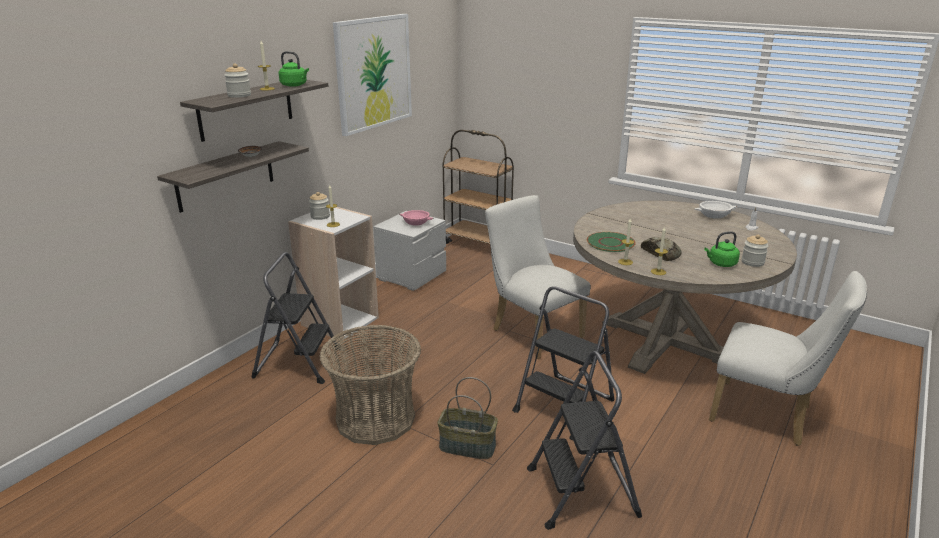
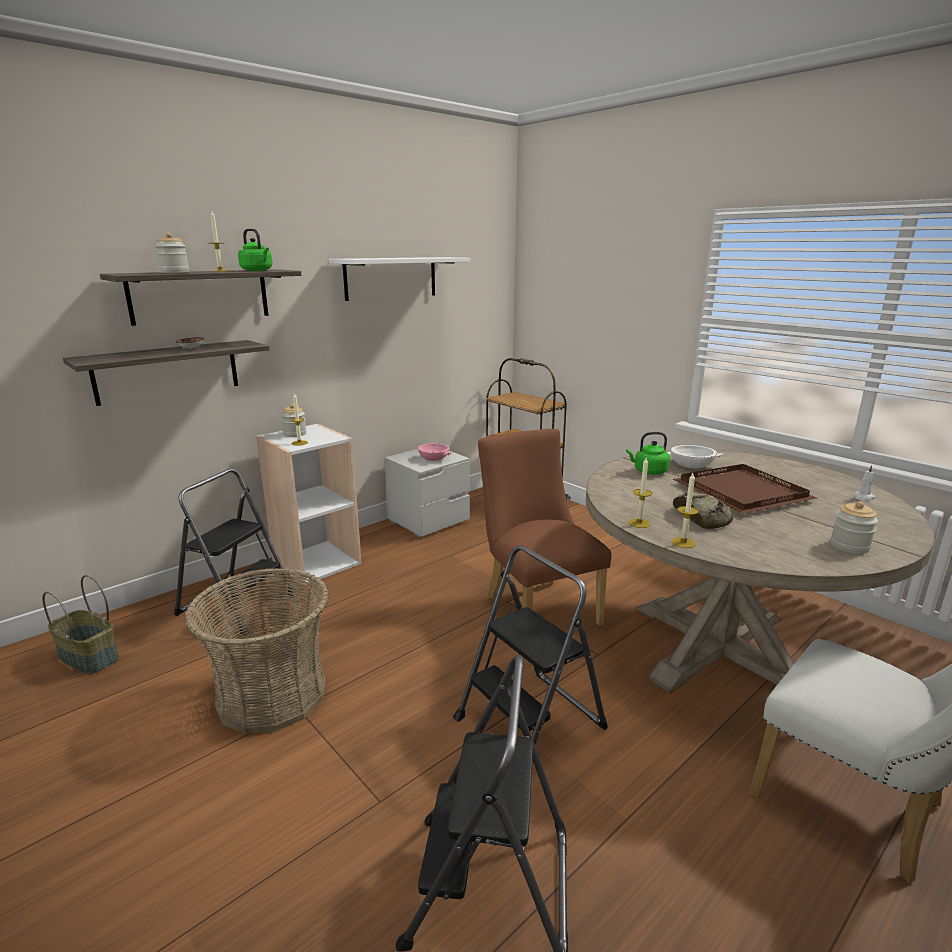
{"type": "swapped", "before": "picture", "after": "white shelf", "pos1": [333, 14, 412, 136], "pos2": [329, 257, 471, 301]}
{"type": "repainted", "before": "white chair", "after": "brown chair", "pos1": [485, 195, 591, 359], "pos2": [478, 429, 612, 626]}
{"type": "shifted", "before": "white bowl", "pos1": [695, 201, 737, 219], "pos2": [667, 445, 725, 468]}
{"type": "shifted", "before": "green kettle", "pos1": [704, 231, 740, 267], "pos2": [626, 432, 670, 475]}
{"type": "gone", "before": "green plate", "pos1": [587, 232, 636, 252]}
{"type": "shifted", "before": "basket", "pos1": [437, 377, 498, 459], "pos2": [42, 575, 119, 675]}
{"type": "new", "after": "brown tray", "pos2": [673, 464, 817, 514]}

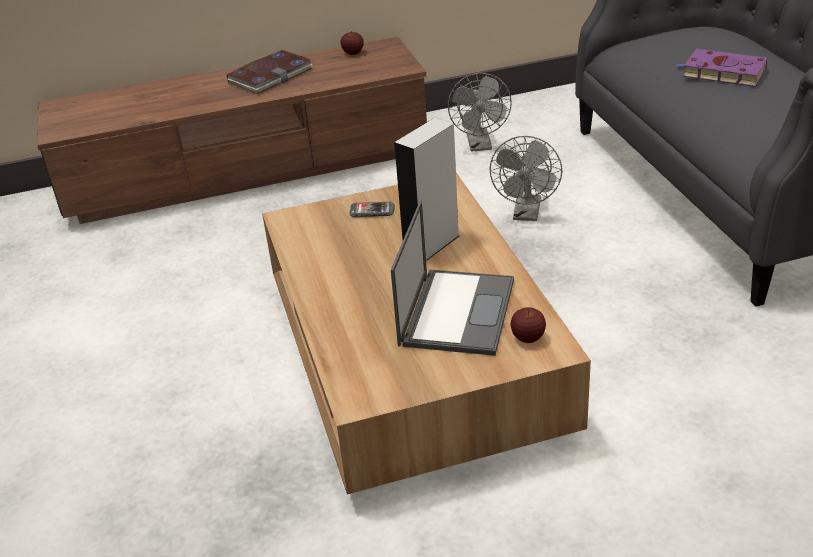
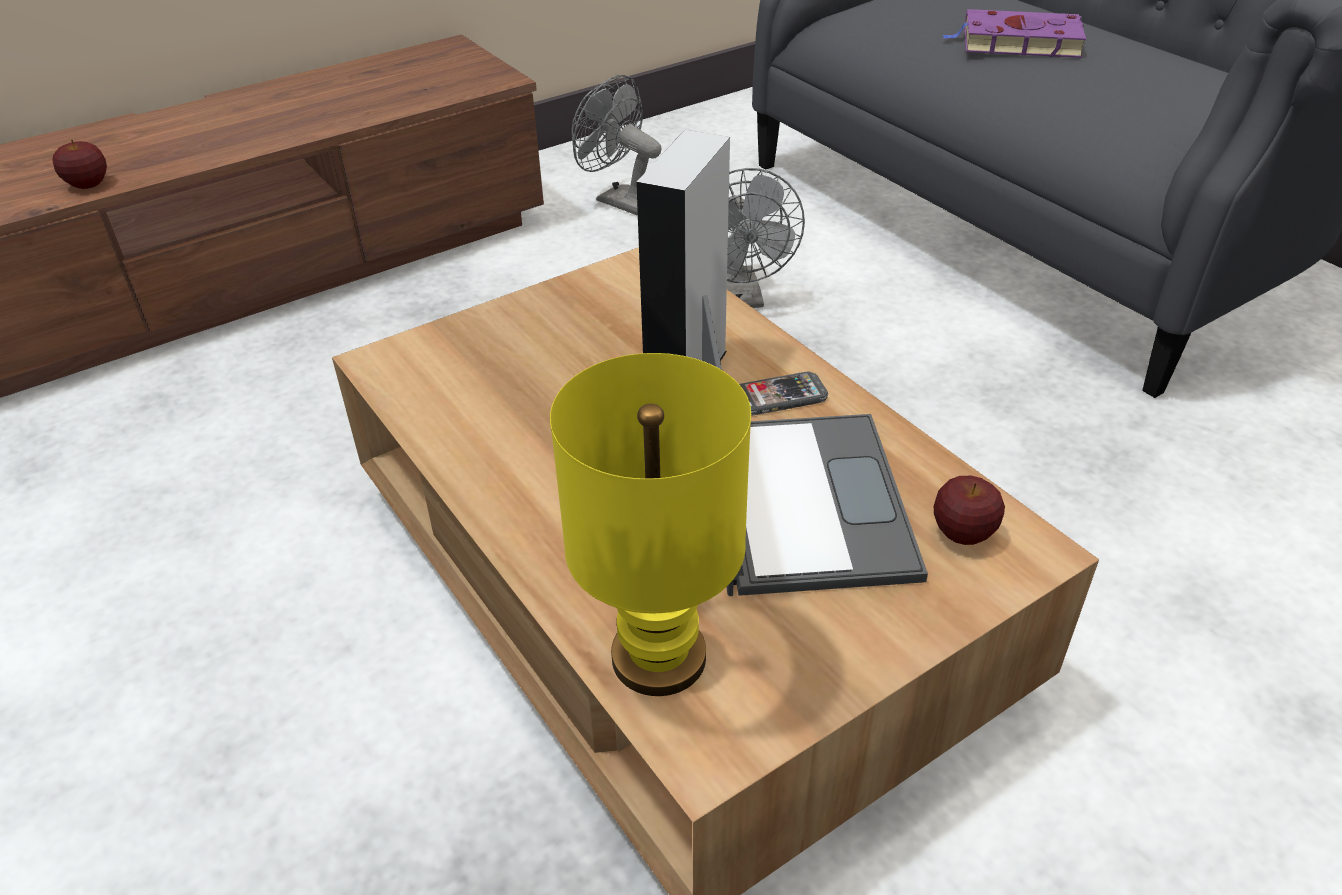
{"type": "shifted", "before": "apple", "pos1": [341, 31, 364, 55], "pos2": [52, 140, 107, 189]}
{"type": "gone", "before": "book", "pos1": [227, 50, 312, 94]}
{"type": "rotated", "before": "grey fan", "pos1": [448, 73, 512, 152], "pos2": [571, 75, 661, 216], "turn": 150}
{"type": "shifted", "before": "phone", "pos1": [350, 202, 395, 217], "pos2": [739, 371, 828, 416]}
{"type": "new", "after": "yellow table lamp", "pos2": [550, 353, 751, 696]}

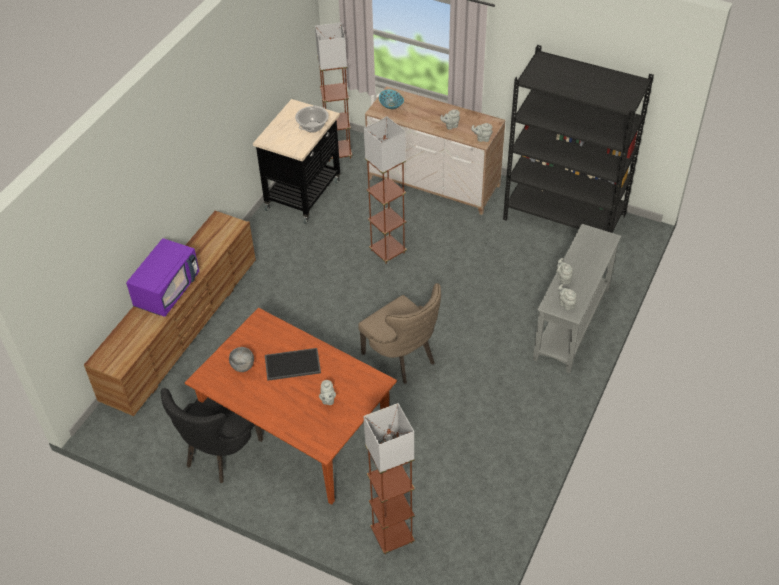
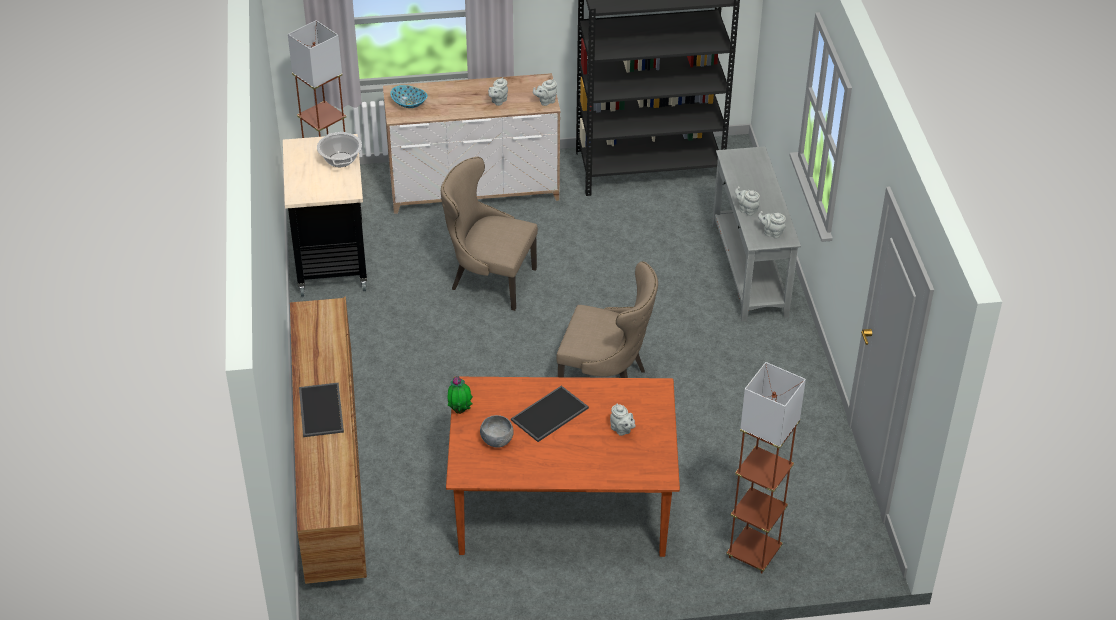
{"type": "swapped", "before": "brown floor lamp", "after": "beige chair", "pos1": [364, 117, 407, 264], "pos2": [441, 157, 538, 311]}
{"type": "swapped", "before": "purple microwave", "after": "tray", "pos1": [126, 238, 200, 317], "pos2": [299, 383, 344, 437]}
{"type": "gone", "before": "black chair", "pos1": [161, 388, 263, 483]}
{"type": "new", "after": "potted plant", "pos2": [448, 376, 473, 414]}

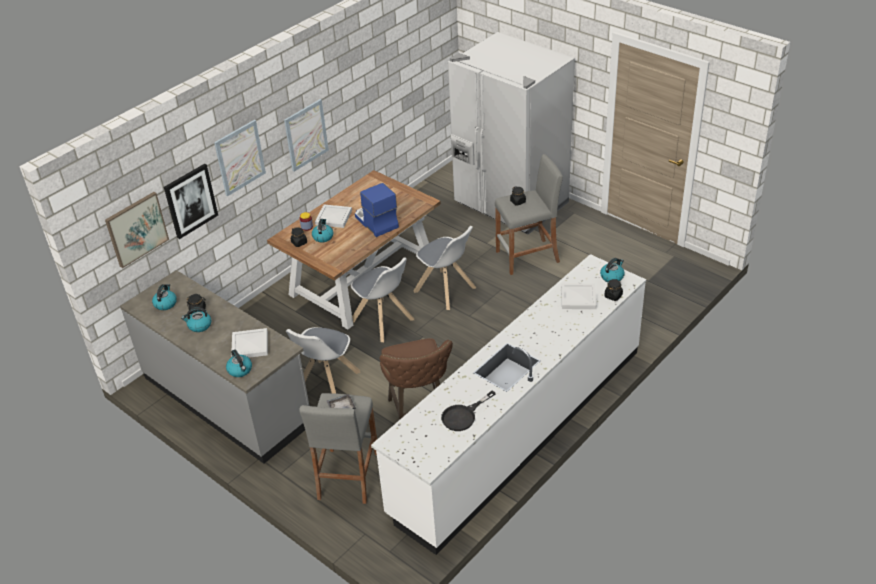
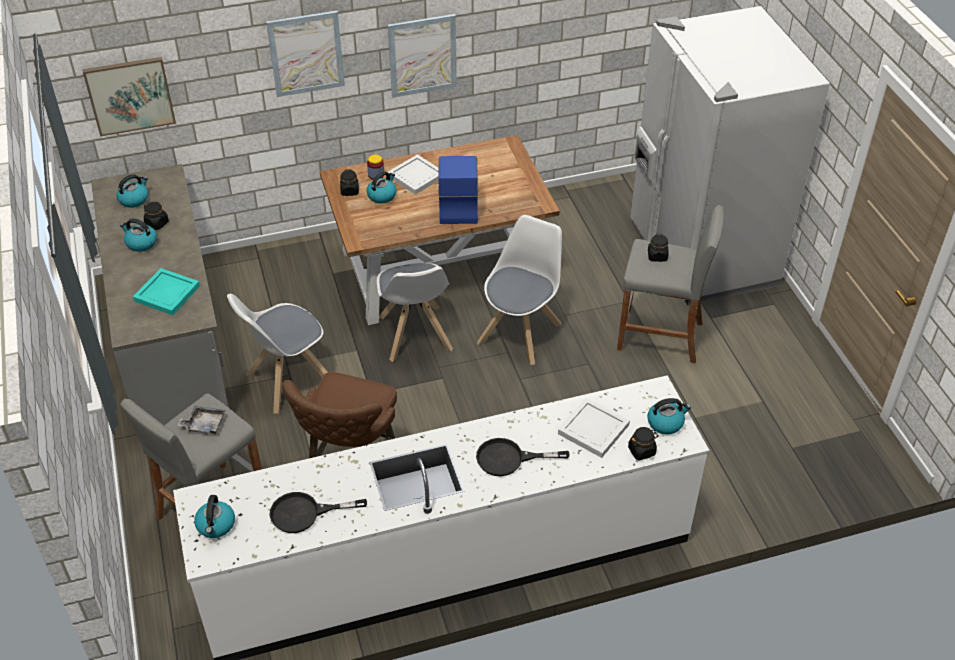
{"type": "gone", "before": "picture", "pos1": [164, 164, 218, 239]}
{"type": "rotated", "before": "chair", "pos1": [413, 226, 476, 310], "pos2": [477, 215, 562, 365], "turn": -135}
{"type": "repainted", "before": "white tray", "after": "turquoise tray", "pos1": [231, 328, 268, 358], "pos2": [133, 268, 200, 315]}
{"type": "shifted", "before": "kettle", "pos1": [226, 350, 252, 377], "pos2": [194, 495, 235, 538]}
{"type": "new", "after": "black frying pan", "pos2": [476, 438, 569, 476]}

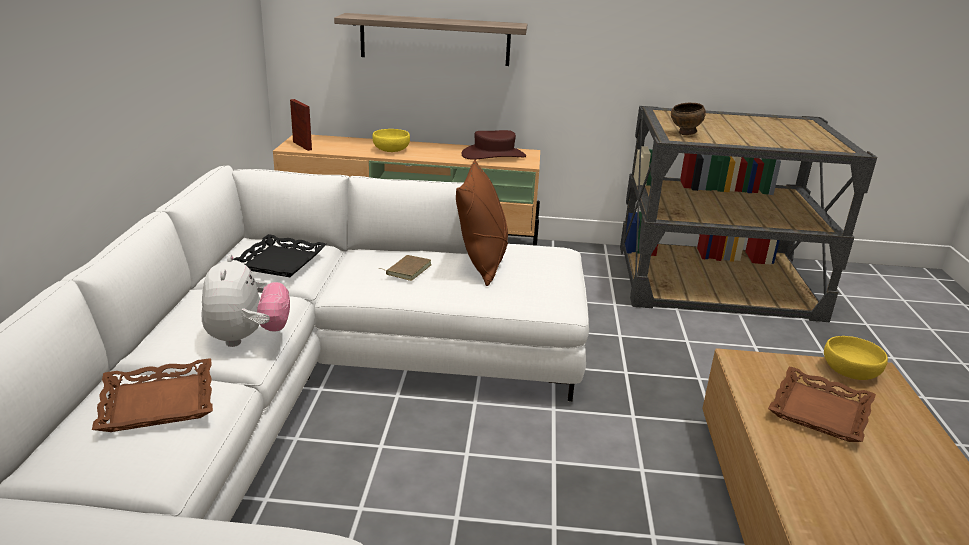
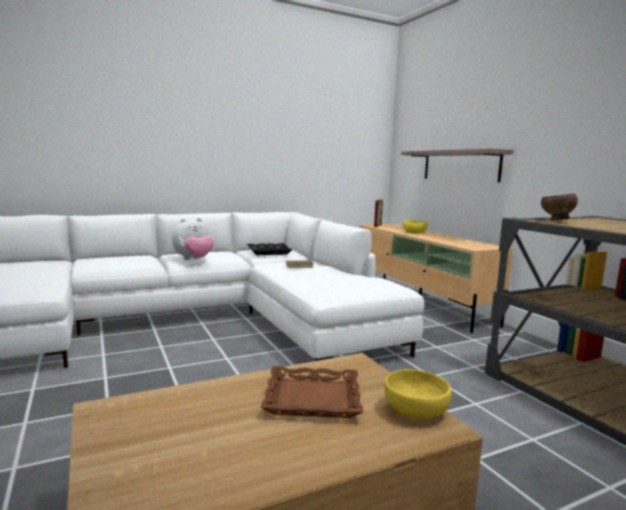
{"type": "gone", "before": "brown hat", "pos1": [461, 130, 526, 160]}
{"type": "gone", "before": "brown pillow", "pos1": [456, 160, 508, 286]}
{"type": "gone", "before": "brown tray", "pos1": [92, 359, 213, 432]}

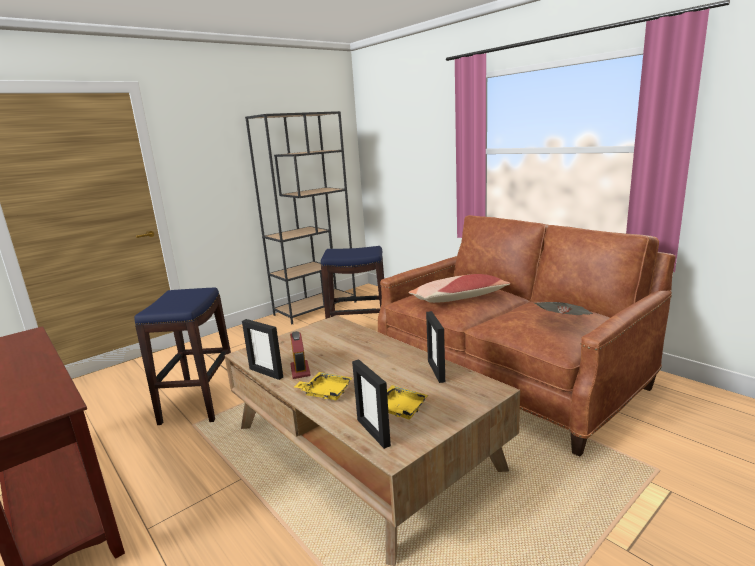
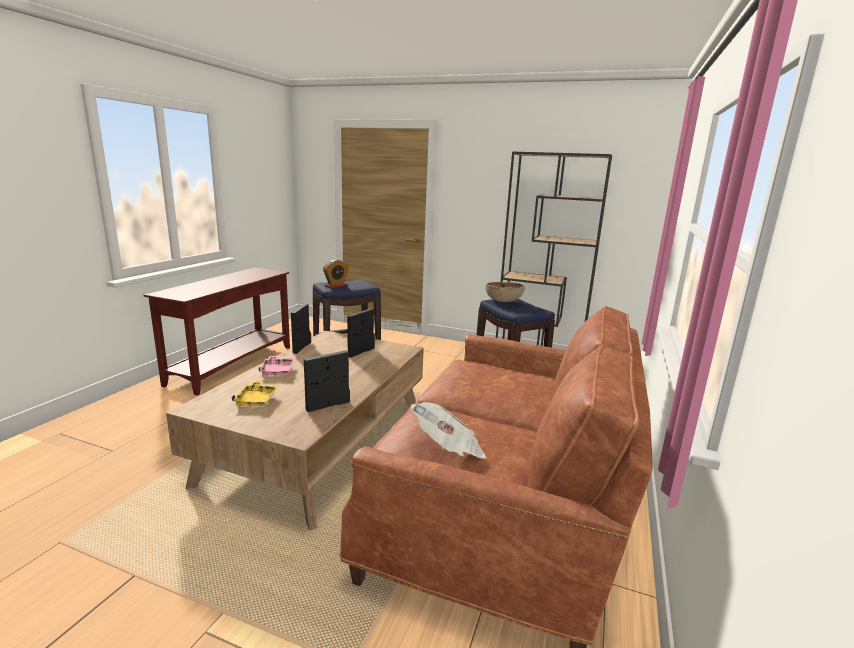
{"type": "gone", "before": "pillow", "pos1": [408, 274, 511, 303]}
{"type": "shifted", "before": "alarm clock", "pos1": [290, 331, 311, 379], "pos2": [323, 260, 349, 288]}
{"type": "shifted", "before": "picture frame", "pos1": [352, 359, 391, 449], "pos2": [347, 308, 375, 358]}
{"type": "repainted", "before": "yellow tray", "after": "pink tray", "pos1": [294, 372, 352, 400], "pos2": [258, 356, 295, 377]}
{"type": "new", "after": "brown bowl", "pos2": [486, 282, 525, 302]}

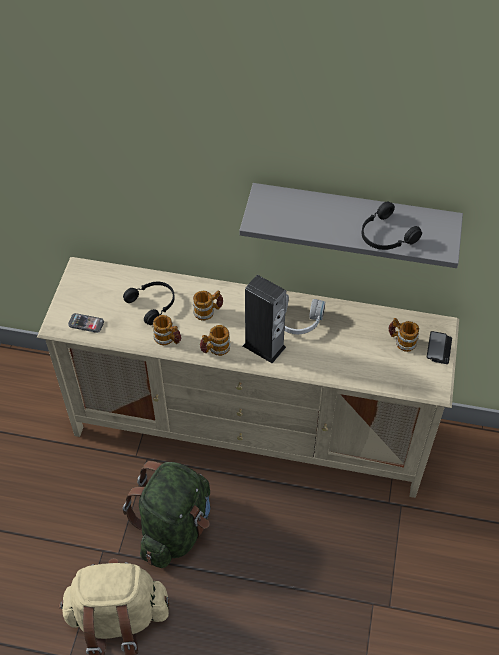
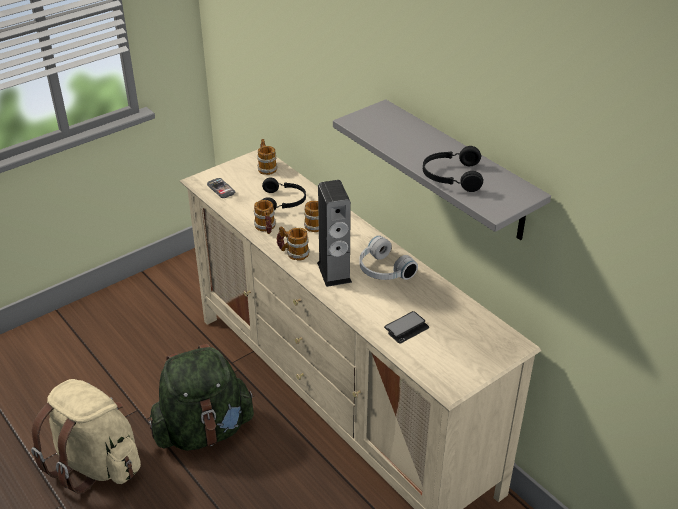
{"type": "shifted", "before": "mug", "pos1": [388, 318, 419, 352], "pos2": [257, 139, 278, 175]}
{"type": "shifted", "before": "phone", "pos1": [427, 331, 452, 364], "pos2": [384, 311, 429, 344]}

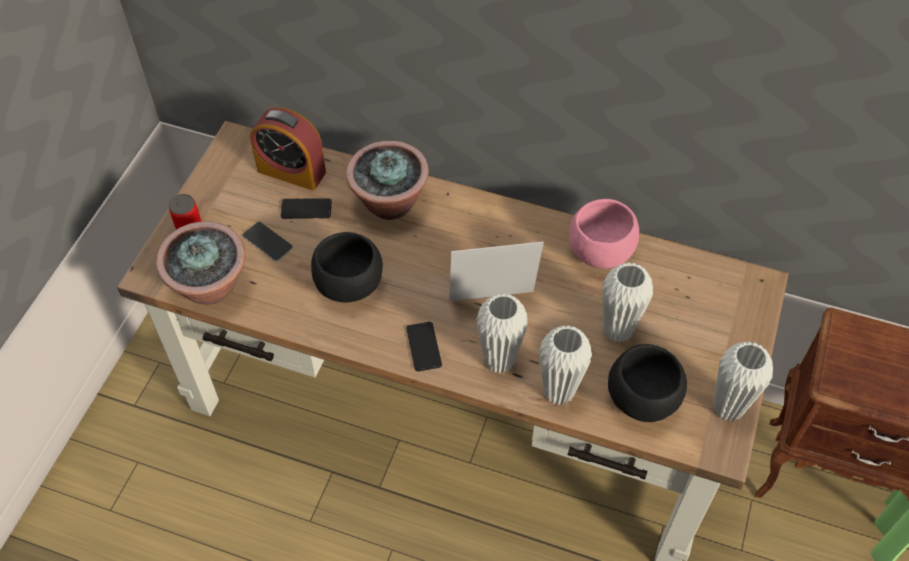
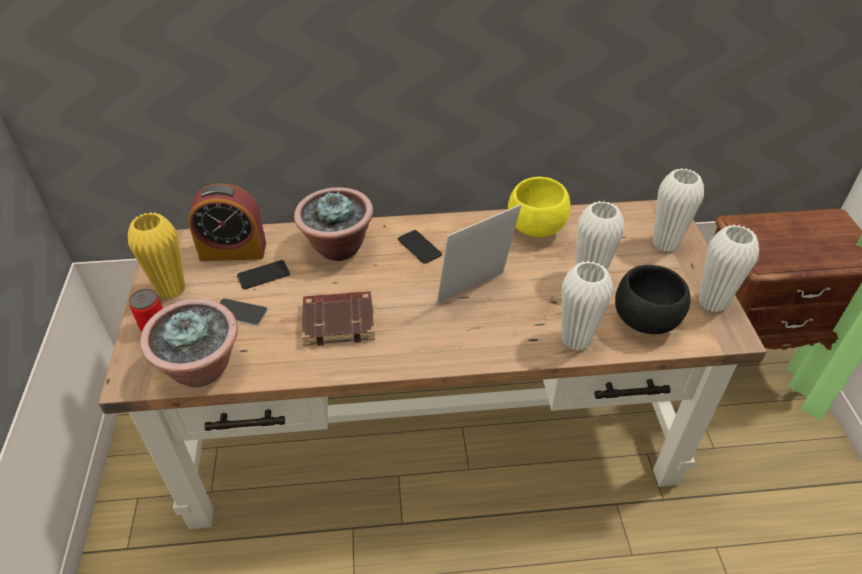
{"type": "repainted", "before": "pink bowl", "after": "yellow bowl", "pos1": [569, 199, 639, 269], "pos2": [508, 176, 571, 237]}
{"type": "swapped", "before": "black bowl", "after": "brown book", "pos1": [311, 232, 383, 303], "pos2": [302, 291, 375, 346]}
{"type": "shifted", "before": "white vase", "pos1": [476, 293, 528, 373], "pos2": [652, 168, 704, 252]}
{"type": "shifted", "before": "phone", "pos1": [406, 322, 442, 371], "pos2": [398, 230, 442, 264]}
{"type": "new", "after": "yellow vase", "pos2": [128, 212, 185, 299]}

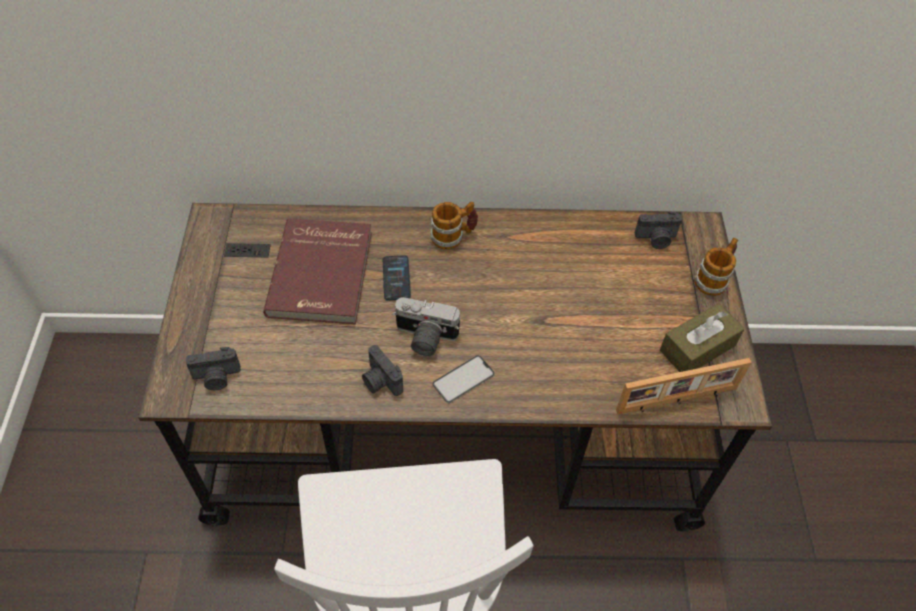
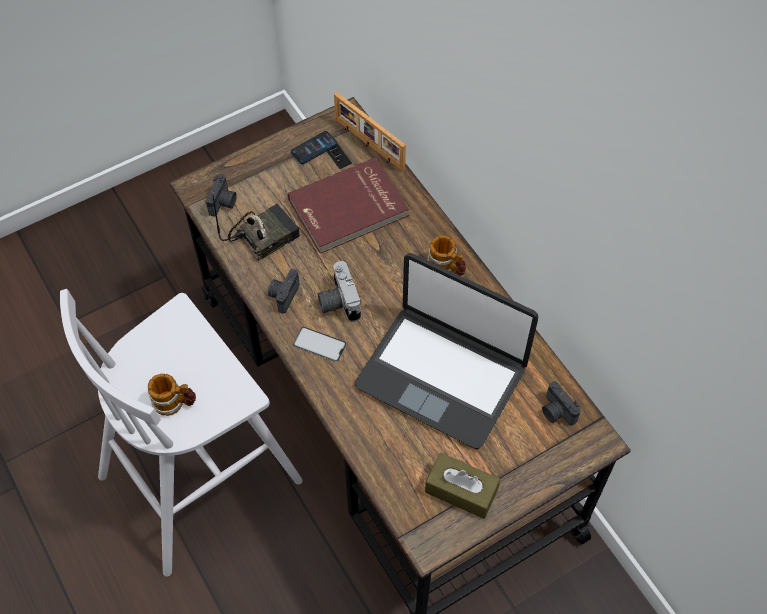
{"type": "shifted", "before": "mug", "pos1": [694, 238, 738, 296], "pos2": [148, 374, 196, 416]}
{"type": "shifted", "before": "phone", "pos1": [383, 255, 411, 301], "pos2": [291, 131, 337, 164]}
{"type": "rotated", "before": "photo camera", "pos1": [186, 347, 241, 390], "pos2": [206, 174, 237, 216], "turn": -120}
{"type": "shifted", "before": "picture frame", "pos1": [616, 358, 752, 414], "pos2": [334, 92, 406, 172]}
{"type": "new", "after": "radio", "pos2": [213, 196, 300, 261]}
{"type": "new", "after": "laptop", "pos2": [355, 253, 538, 449]}

